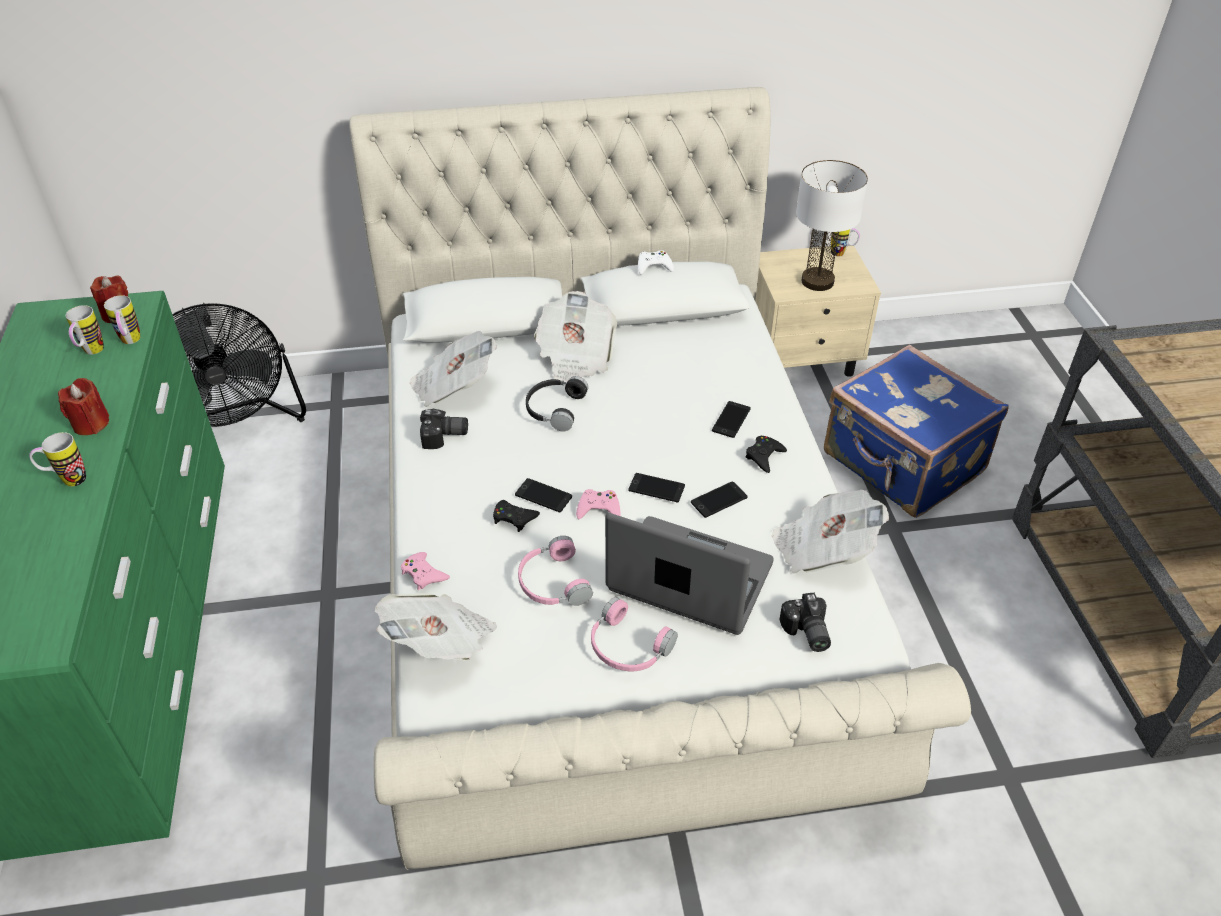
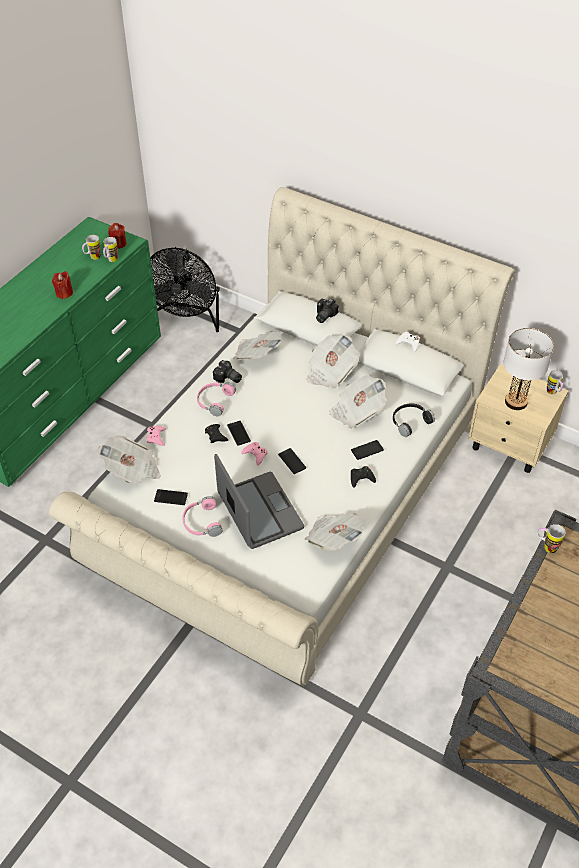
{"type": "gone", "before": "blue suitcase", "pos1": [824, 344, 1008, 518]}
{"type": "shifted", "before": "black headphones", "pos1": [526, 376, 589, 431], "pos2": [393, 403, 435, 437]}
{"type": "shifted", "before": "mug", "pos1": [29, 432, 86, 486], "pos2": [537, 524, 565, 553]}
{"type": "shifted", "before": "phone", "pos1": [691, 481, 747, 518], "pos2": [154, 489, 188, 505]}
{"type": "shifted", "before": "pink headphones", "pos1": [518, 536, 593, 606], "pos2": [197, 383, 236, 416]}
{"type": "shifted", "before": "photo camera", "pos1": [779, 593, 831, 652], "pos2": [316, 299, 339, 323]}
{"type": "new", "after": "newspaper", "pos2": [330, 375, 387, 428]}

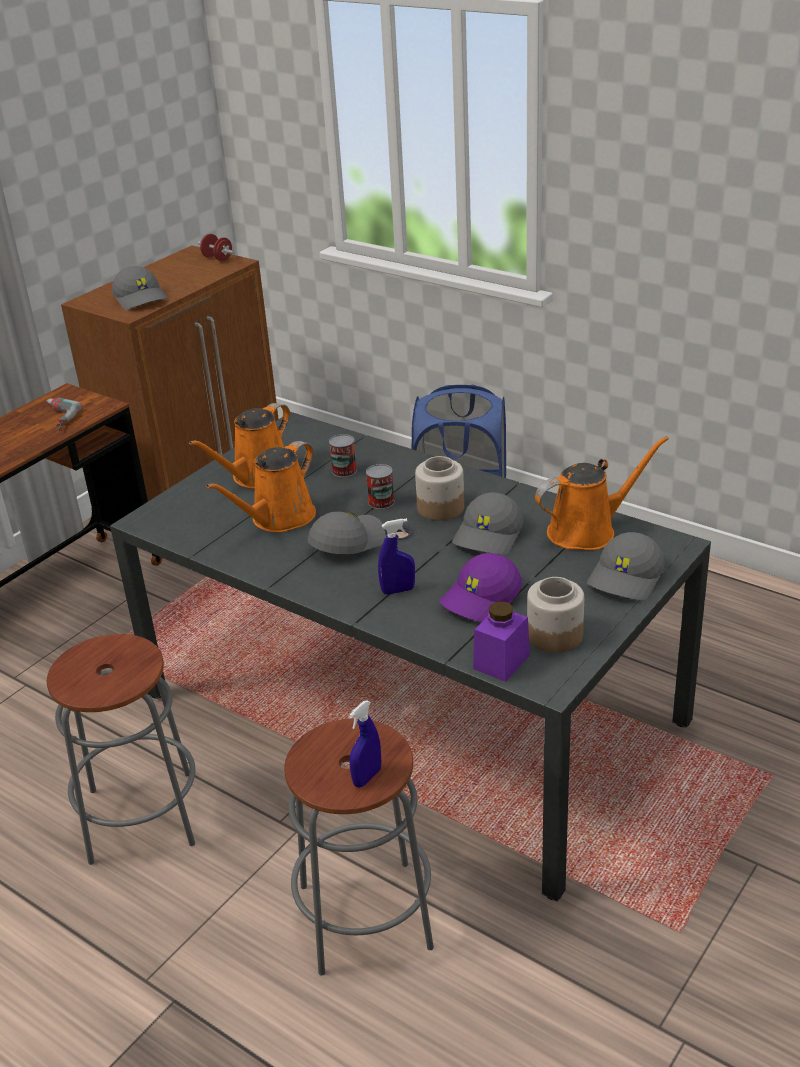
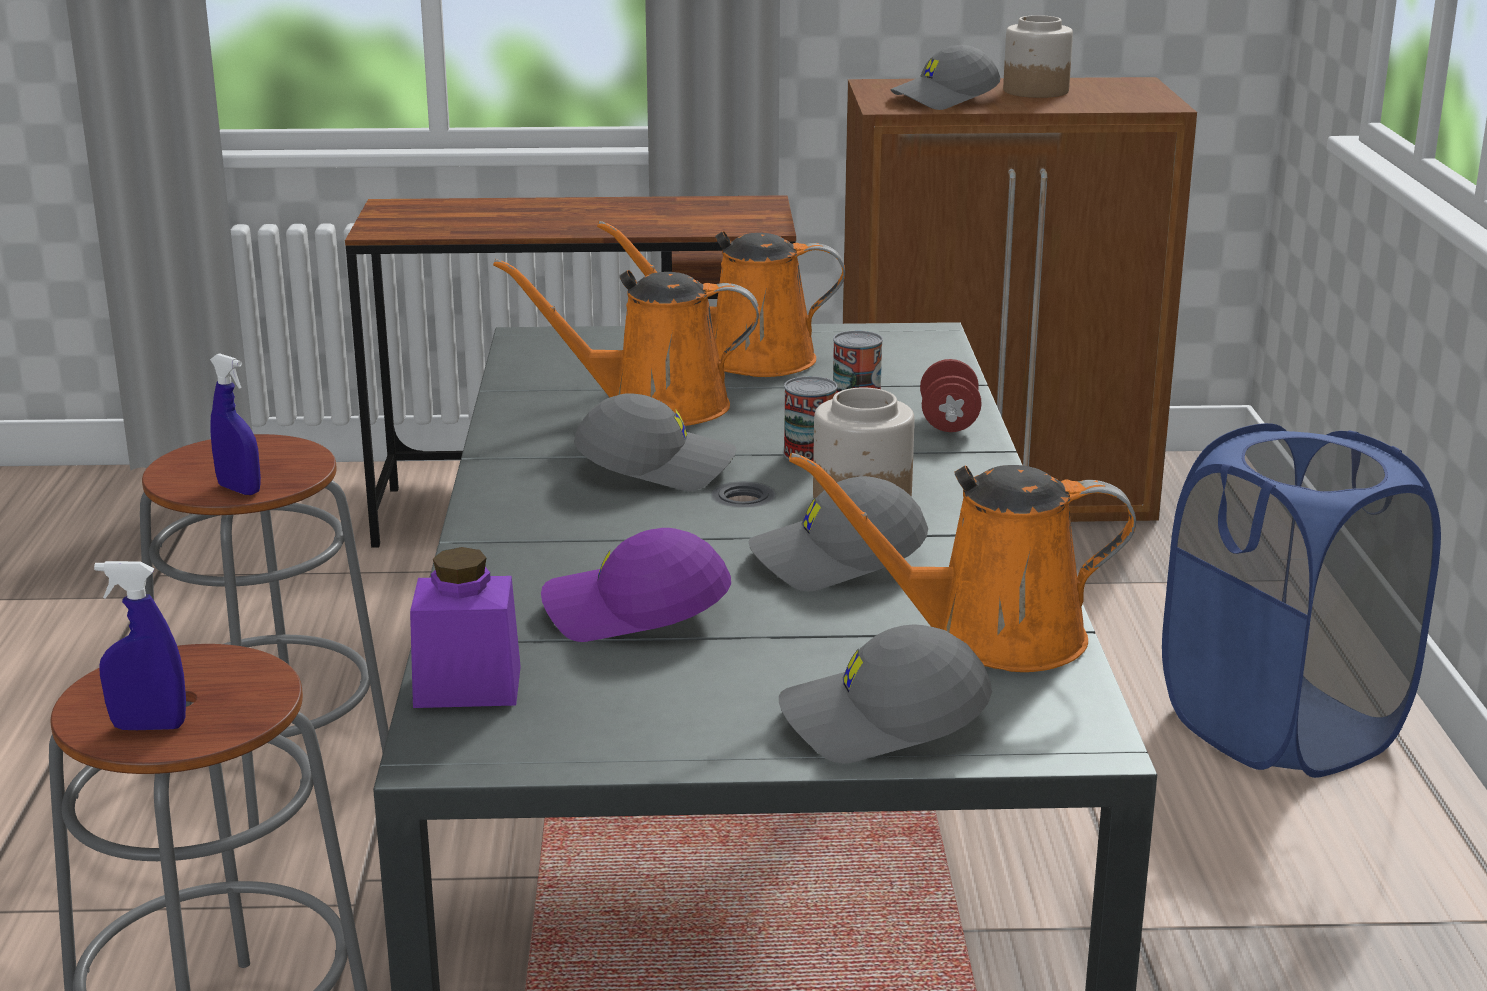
{"type": "shifted", "before": "red dumbbell", "pos1": [198, 234, 234, 261], "pos2": [920, 359, 982, 432]}
{"type": "rotated", "before": "grey cap", "pos1": [112, 266, 169, 310], "pos2": [890, 45, 1001, 110], "turn": 45}
{"type": "gone", "before": "power drill", "pos1": [47, 398, 82, 430]}
{"type": "rotated", "before": "orange watering can", "pos1": [535, 436, 669, 550], "pos2": [789, 453, 1136, 672], "turn": 150}
{"type": "shifted", "before": "blue spray bottle", "pos1": [378, 518, 415, 595], "pos2": [210, 353, 261, 495]}
{"type": "shifted", "before": "jar", "pos1": [527, 577, 584, 653], "pos2": [1003, 15, 1073, 98]}

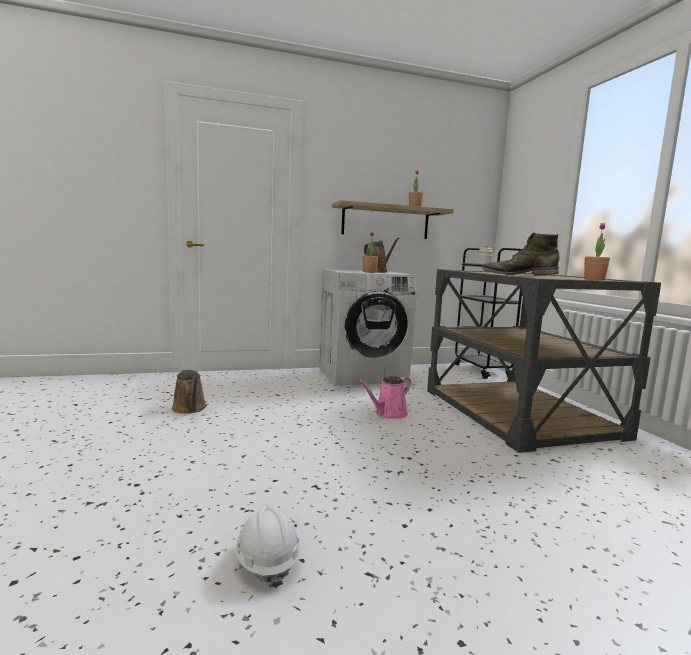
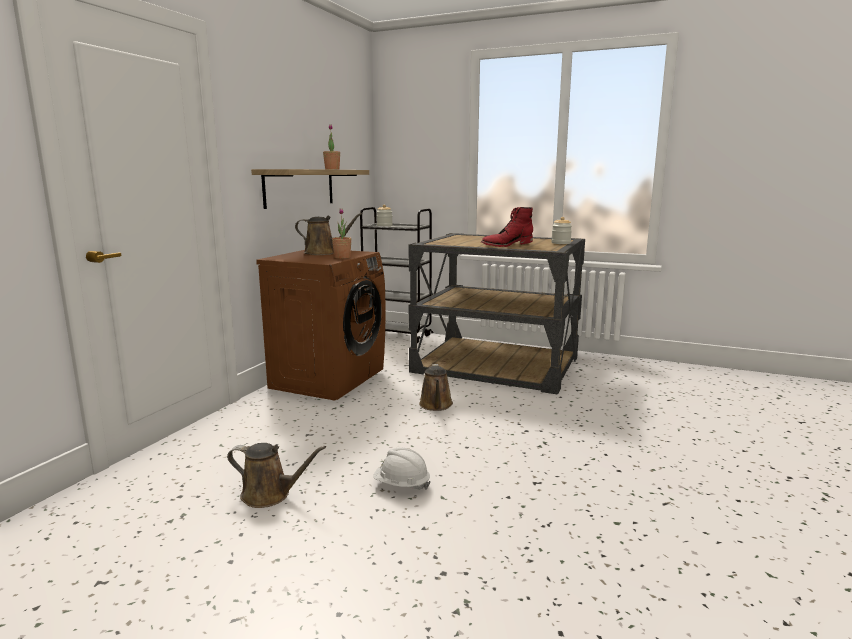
{"type": "swapped", "before": "potted plant", "after": "jar", "pos1": [584, 223, 610, 280], "pos2": [551, 217, 572, 244]}
{"type": "repainted", "before": "green boot", "after": "red boot", "pos1": [482, 233, 560, 276], "pos2": [481, 207, 533, 247]}
{"type": "repainted", "before": "white washing machine", "after": "brown washing machine", "pos1": [319, 269, 416, 386], "pos2": [256, 250, 385, 401]}
{"type": "repainted", "before": "pink watering can", "after": "brown watering can", "pos1": [358, 376, 411, 419], "pos2": [419, 364, 453, 411]}
{"type": "shifted", "before": "white hard hat", "pos1": [236, 504, 300, 588], "pos2": [373, 448, 431, 490]}

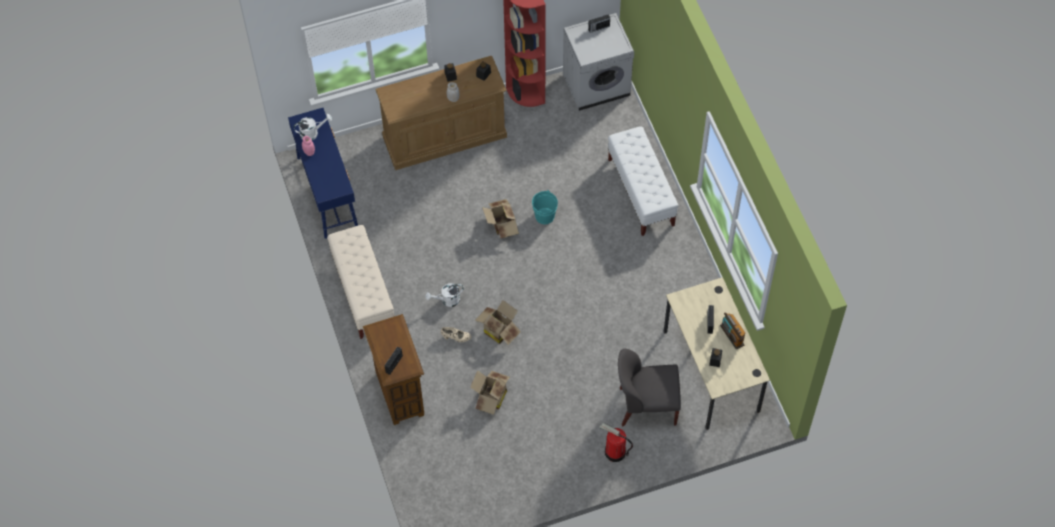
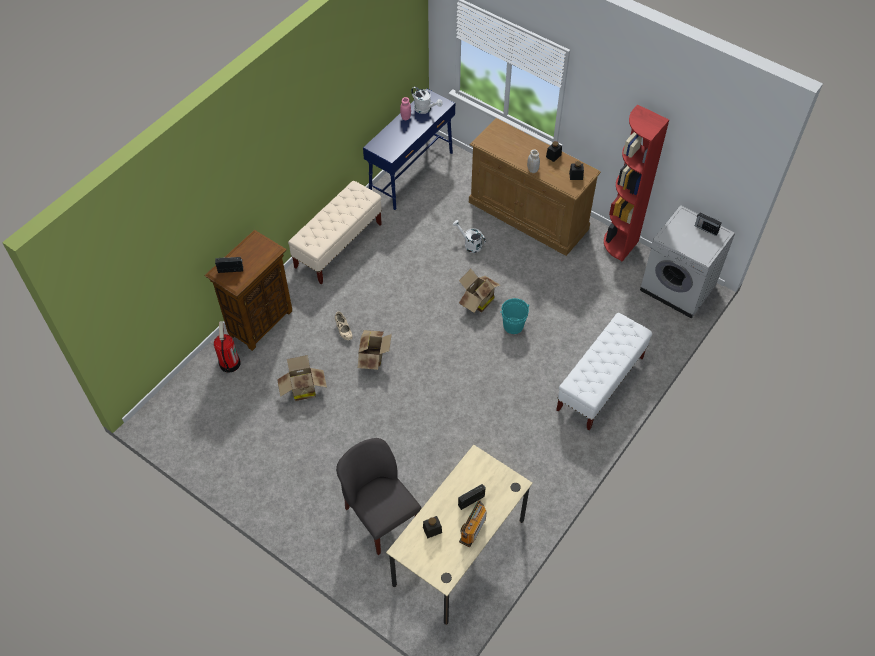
{"type": "shifted", "before": "white watering can", "pos1": [425, 283, 464, 307], "pos2": [453, 220, 486, 253]}
{"type": "shifted", "before": "fire extinguisher", "pos1": [599, 423, 633, 462], "pos2": [214, 321, 240, 373]}

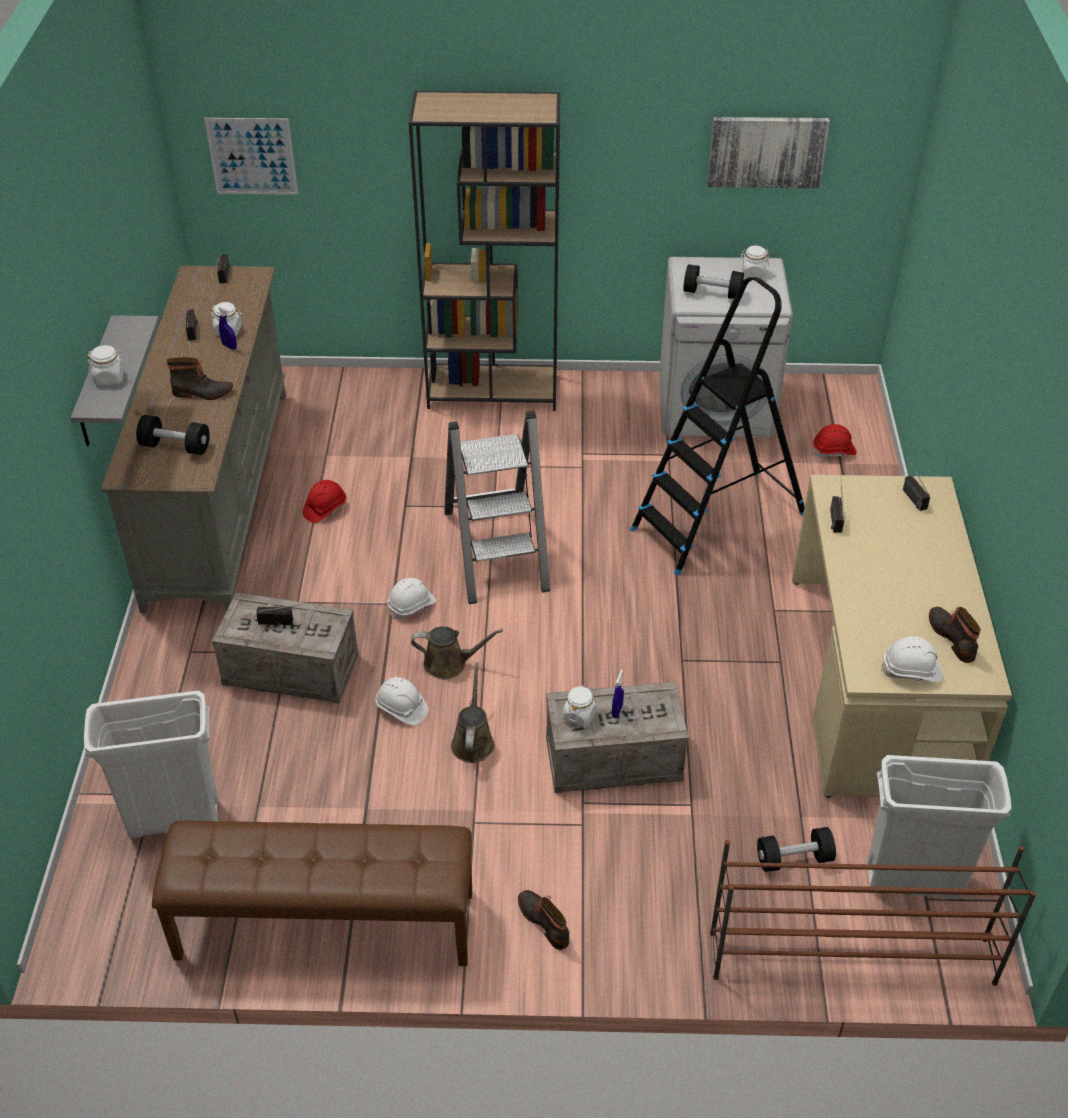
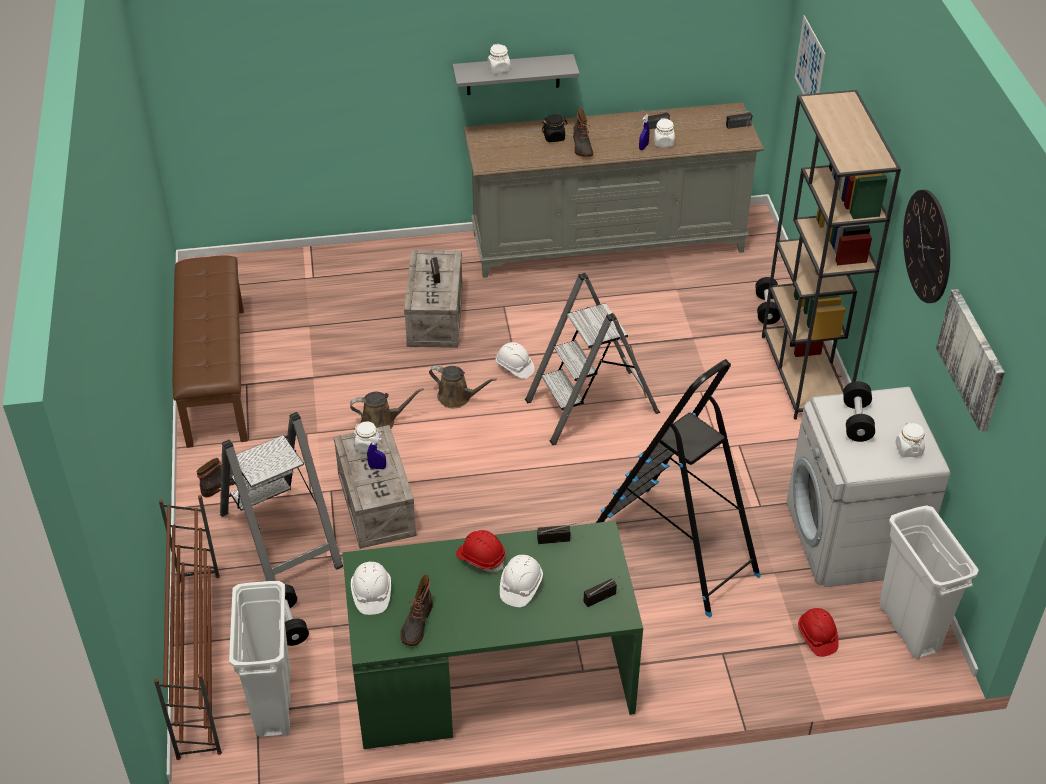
{"type": "shifted", "before": "black dumbbell", "pos1": [136, 415, 210, 455], "pos2": [755, 277, 781, 325]}
{"type": "repainted", "before": "beige desk", "after": "green desk", "pos1": [792, 475, 1012, 798], "pos2": [343, 521, 643, 749]}
{"type": "shifted", "before": "red hard hat", "pos1": [302, 480, 347, 523], "pos2": [456, 530, 505, 573]}
{"type": "rotated", "before": "boot", "pos1": [929, 607, 981, 663], "pos2": [400, 575, 433, 646], "turn": 135}
{"type": "rotated", "before": "brown watering can", "pos1": [411, 626, 503, 680], "pos2": [429, 365, 497, 408], "turn": -60}
{"type": "shifted", "before": "white hard hat", "pos1": [376, 677, 428, 725], "pos2": [500, 555, 543, 607]}
{"type": "shifted", "before": "white trash can", "pos1": [84, 690, 218, 838], "pos2": [879, 505, 979, 659]}
{"type": "new", "after": "black jar", "pos2": [542, 114, 568, 142]}
{"type": "new", "after": "wall clock", "pos2": [903, 190, 950, 303]}
{"type": "new", "after": "grey step ladder", "pos2": [220, 412, 343, 581]}

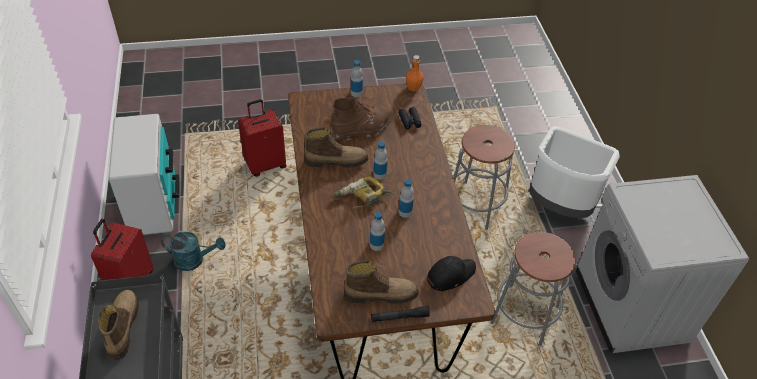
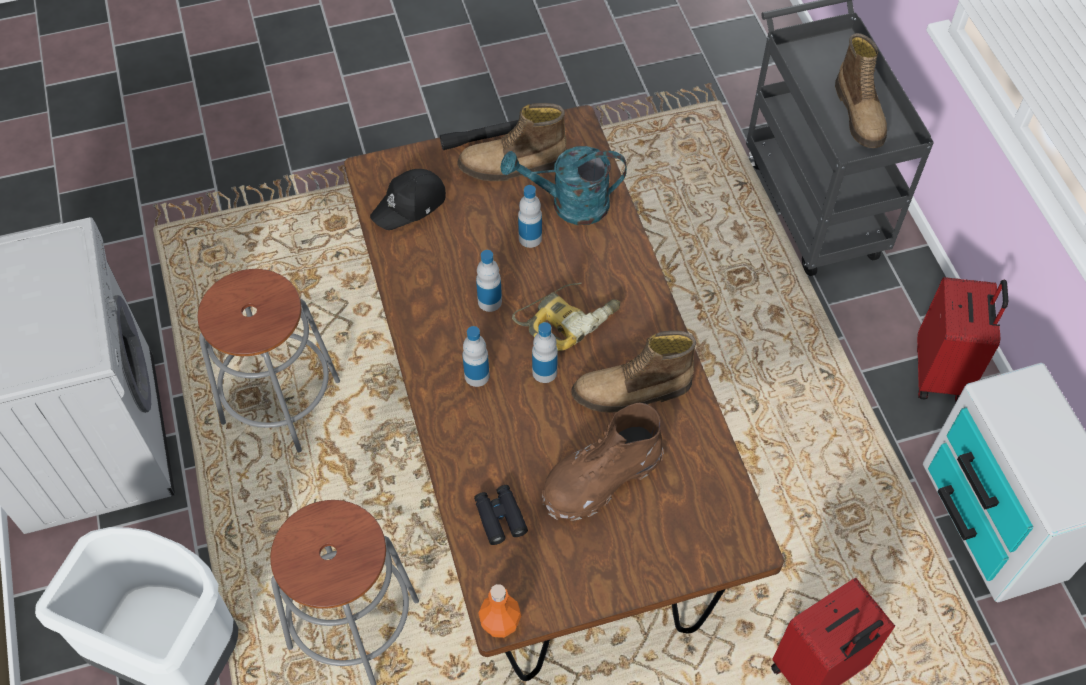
{"type": "shifted", "before": "bottle", "pos1": [351, 60, 363, 97], "pos2": [462, 326, 490, 387]}
{"type": "shifted", "before": "turquoise watering can", "pos1": [161, 232, 225, 271], "pos2": [501, 146, 627, 225]}

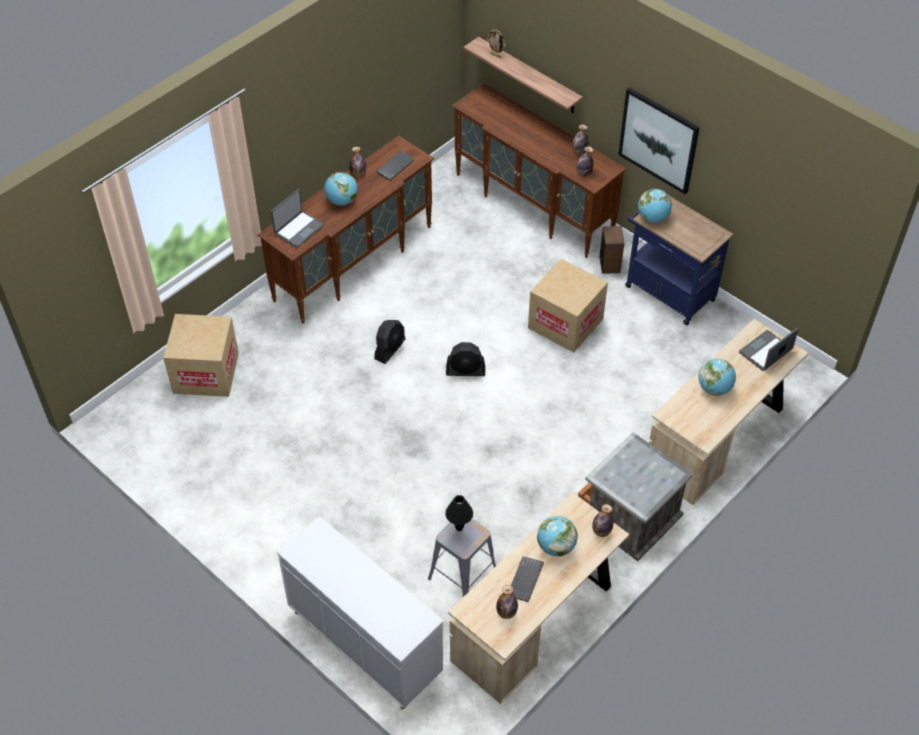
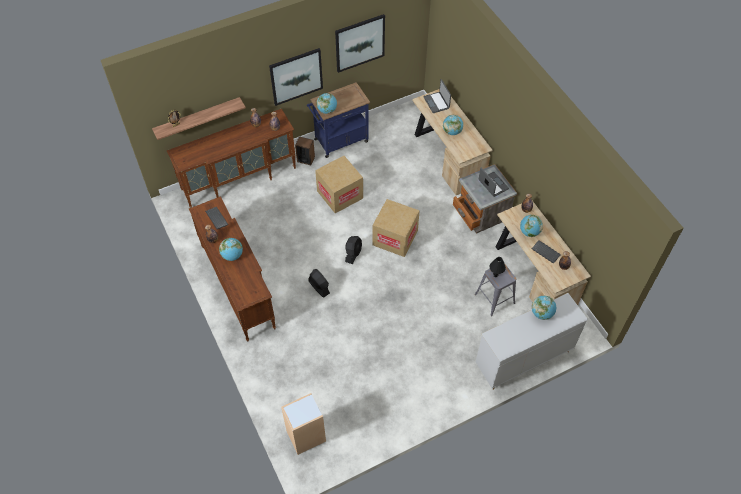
{"type": "shifted", "before": "laptop", "pos1": [271, 189, 324, 248], "pos2": [478, 168, 509, 197]}
{"type": "shifted", "before": "cardboard box", "pos1": [163, 314, 239, 397], "pos2": [372, 199, 420, 257]}
{"type": "new", "after": "picture", "pos2": [335, 14, 385, 73]}
{"type": "new", "after": "globe", "pos2": [532, 296, 556, 320]}
{"type": "new", "after": "bookcase", "pos2": [281, 393, 326, 455]}

